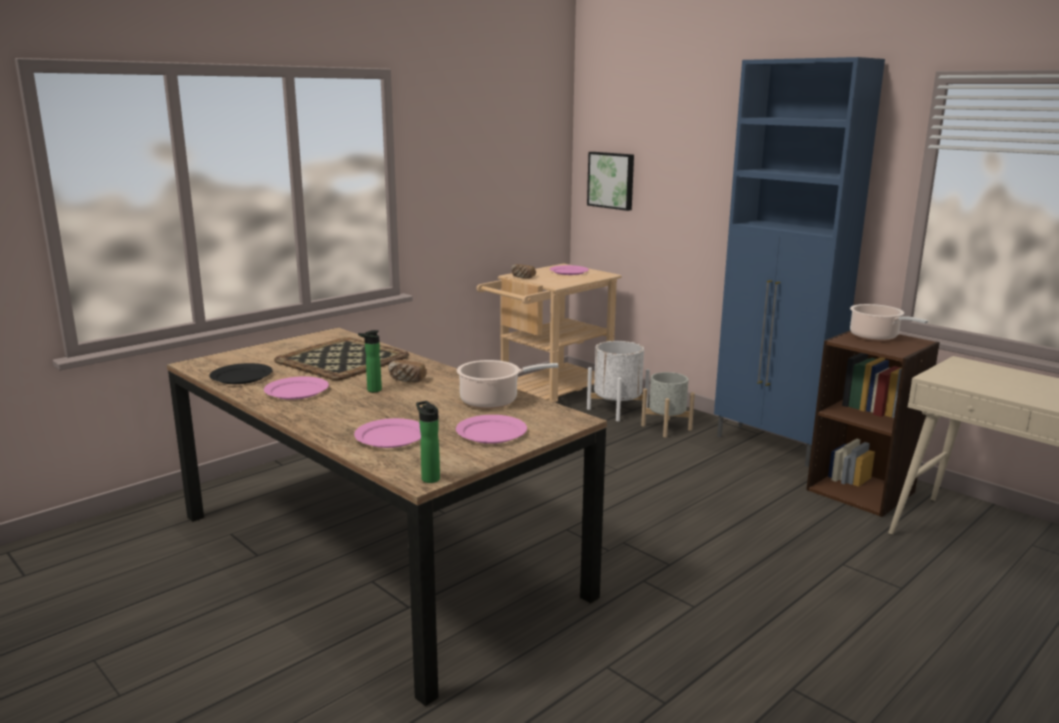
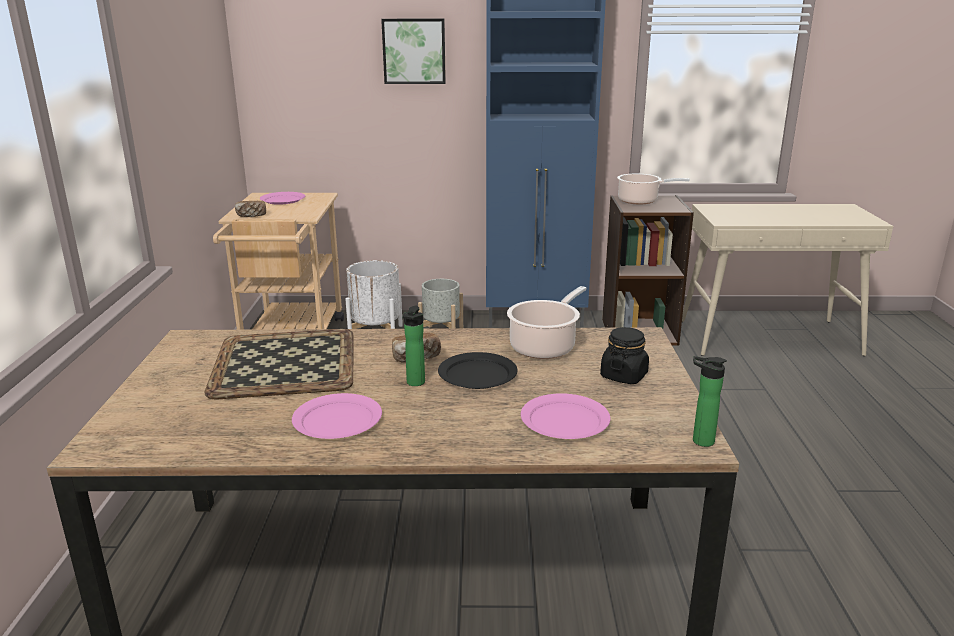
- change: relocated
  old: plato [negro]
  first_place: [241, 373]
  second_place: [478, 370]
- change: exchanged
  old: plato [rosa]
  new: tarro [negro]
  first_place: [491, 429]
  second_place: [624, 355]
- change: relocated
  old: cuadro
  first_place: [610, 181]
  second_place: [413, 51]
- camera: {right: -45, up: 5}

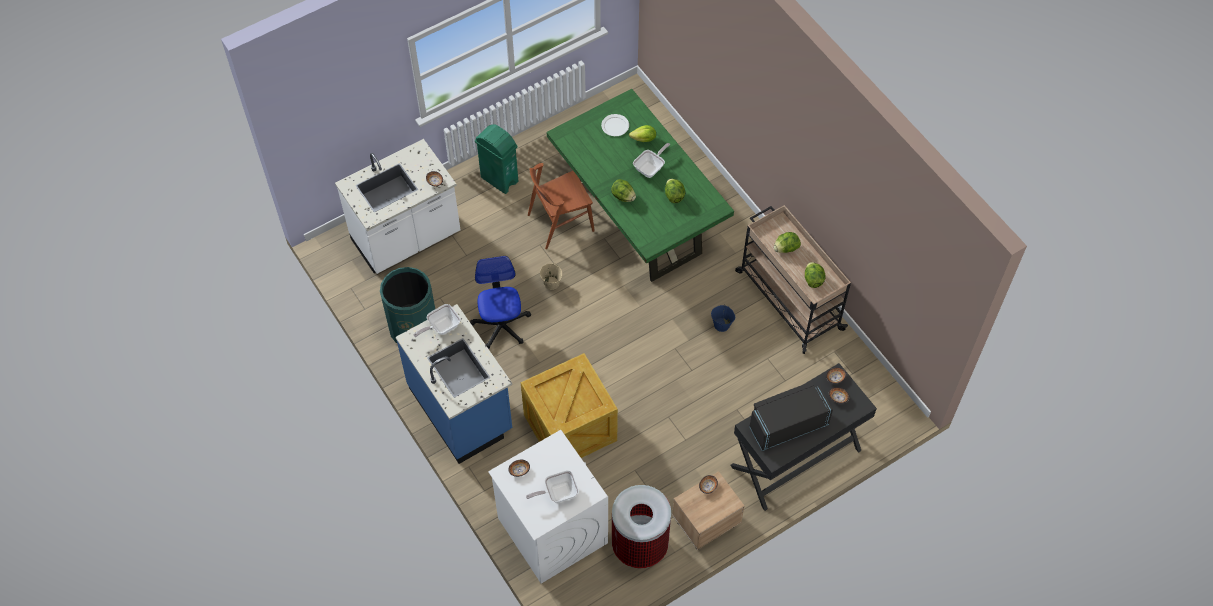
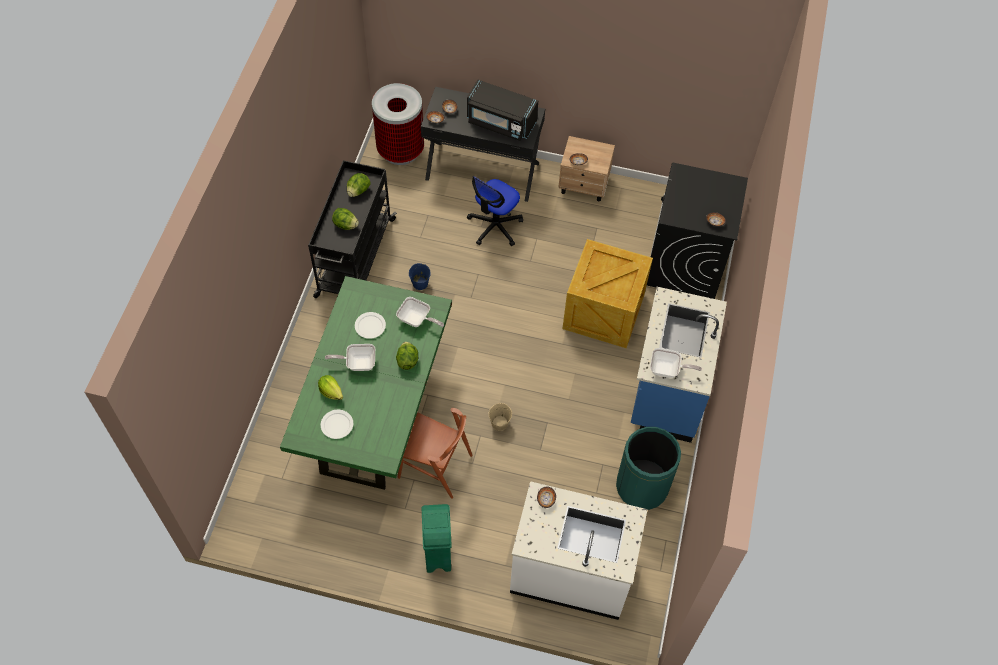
- change: relocated
  old: silla de oficina
  first_place: [500, 302]
  second_place: [495, 211]
- change: colour
  old: lavadora [blanco]
  new: lavadora [negro]
  first_place: [548, 507]
  second_place: [697, 231]
- change: relocated
  old: sartén
  first_place: [552, 486]
  second_place: [420, 312]
- change: relocated
  old: papelera
  first_place: [641, 526]
  second_place: [398, 124]
- change: exchanged
  old: lechuga
  new: plato [blanco]
  first_place: [675, 191]
  second_place: [370, 325]
- change: colour
  old: carrito [beis]
  new: carrito [negro]
  first_place: [793, 279]
  second_place: [352, 229]
- camera: {right: -135, up: 0}

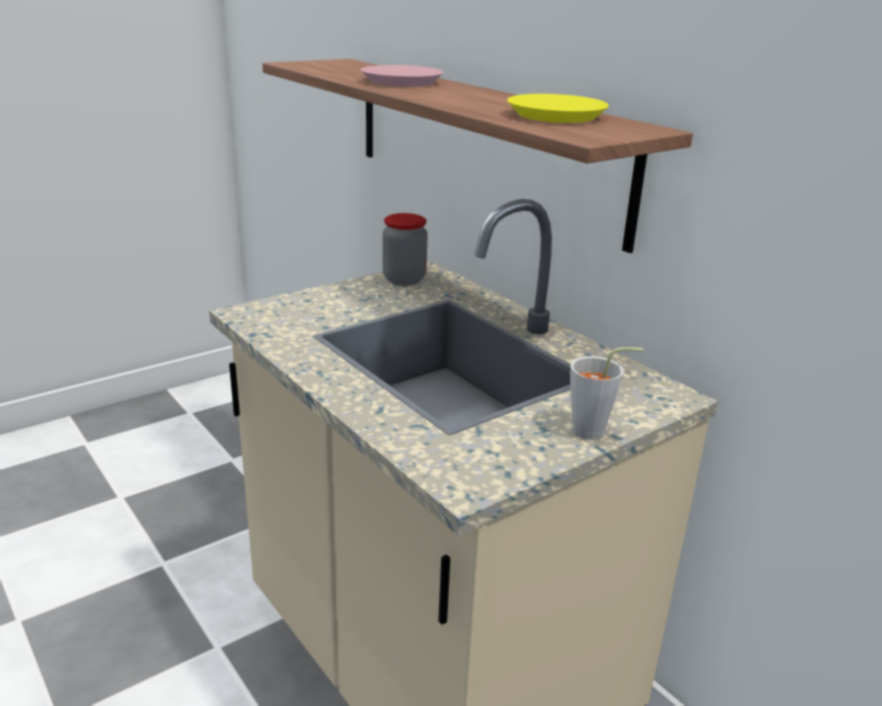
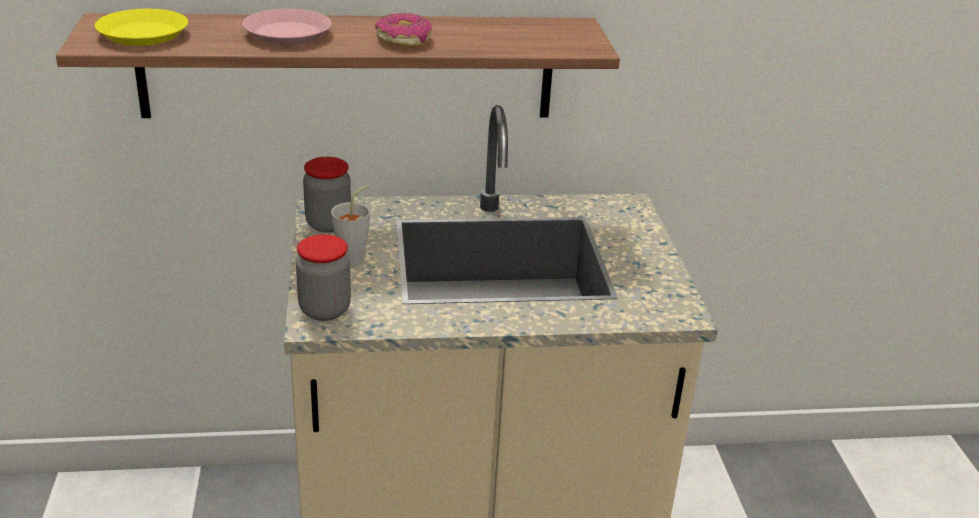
- change: relocated
  old: plato [amarillo]
  first_place: [558, 108]
  second_place: [141, 27]
- change: relocated
  old: taza [gris]
  first_place: [607, 393]
  second_place: [351, 224]
- change: appeared
  new: tarro
  second_place: [323, 277]
- change: appeared
  new: rosquilla
  second_place: [403, 30]
- camera: {right: -60, up: 5}

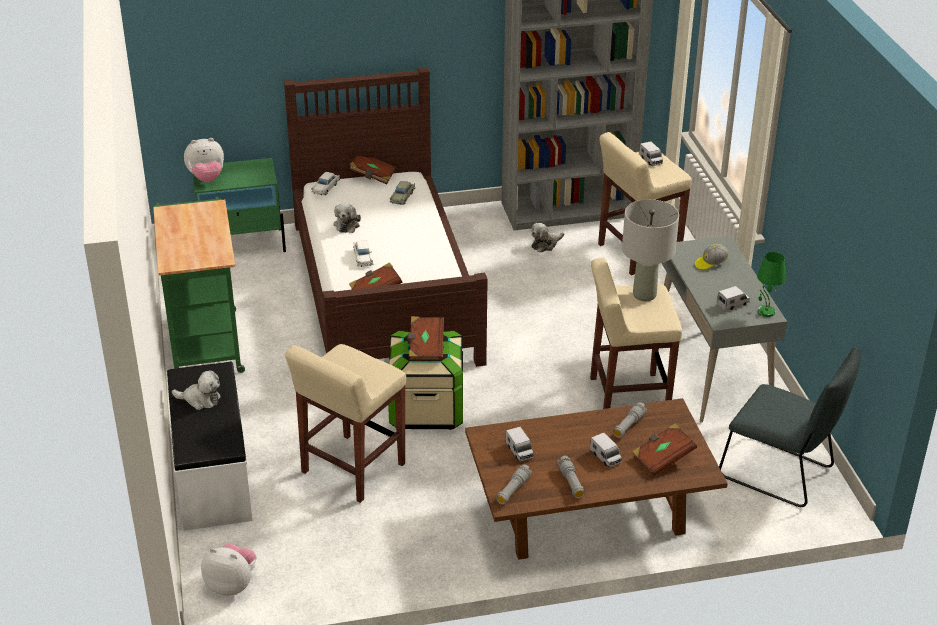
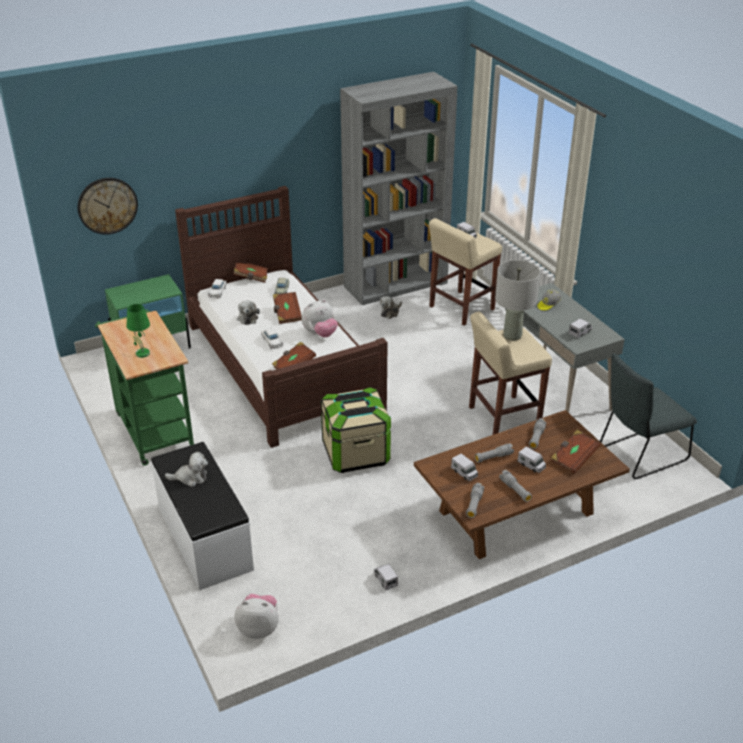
- change: relocated
  old: peluche
  first_place: [204, 160]
  second_place: [319, 318]
- change: missing
  old: taburete [beis]
  first_place: [346, 423]
- change: relocated
  old: libro [marrón]
  first_place: [425, 338]
  second_place: [287, 308]
- change: spun
  old: silla [gris]
  first_place: [790, 427]
  second_place: [648, 416]
  degrees: 135
- change: relocated
  old: lámpara de mesa [verde]
  first_place: [771, 284]
  second_place: [138, 331]
- change: appeared
  new: reloj de pared
  second_place: [107, 206]
- change: appeared
  new: camión de juguete
  second_place: [386, 577]
- change: appeared
  new: linterna [gris]
  second_place: [494, 453]
- camera: {right: -15, up: 0}

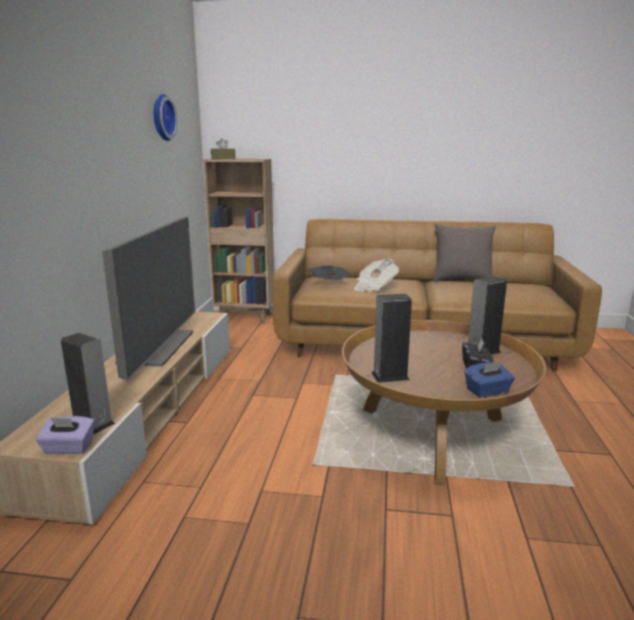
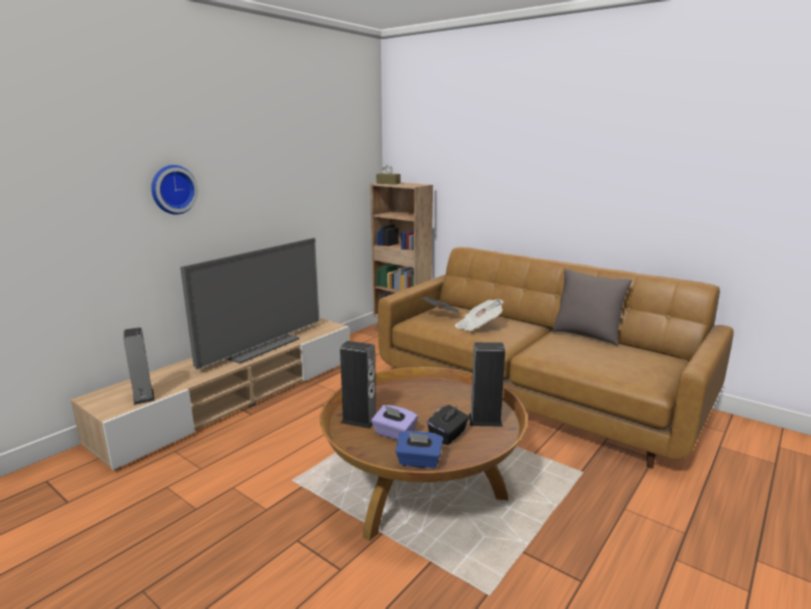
- change: relocated
  old: caja de pañuelos [morado]
  first_place: [65, 435]
  second_place: [394, 423]
- change: relocated
  old: reloj de pared
  first_place: [166, 117]
  second_place: [174, 190]
- camera: {right: 30, up: 0}

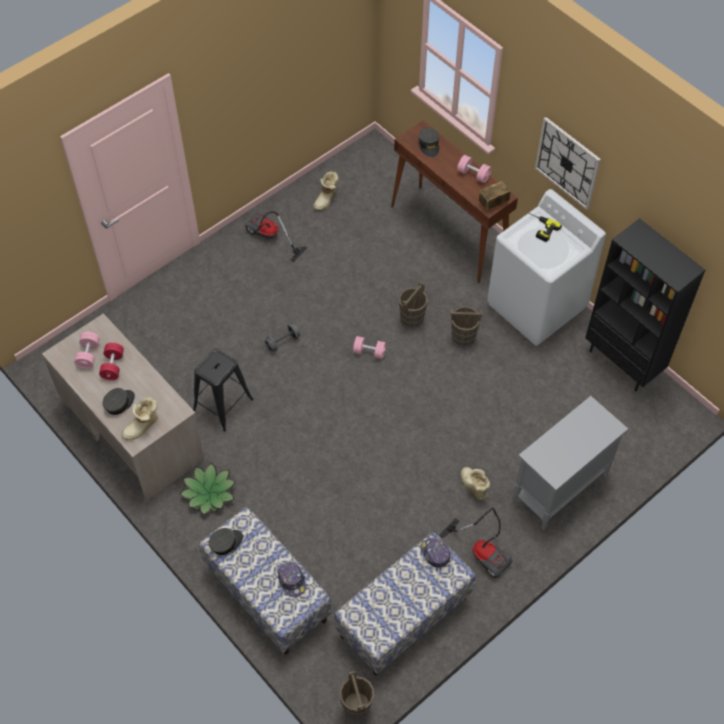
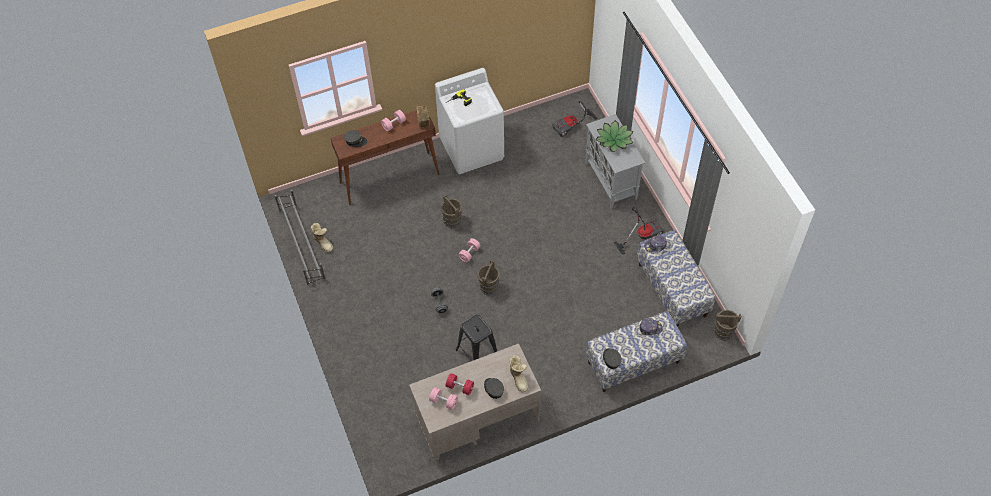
- change: relocated
  old: planta en maceta
  first_place: [208, 489]
  second_place: [614, 136]
- change: relocated
  old: aspiradora
  first_place: [276, 236]
  second_place: [575, 119]
- change: relocated
  old: cubo [marrón]
  first_place: [466, 327]
  second_place: [488, 277]
- change: missing
  old: bota
  first_place: [475, 483]
- change: missing
  old: reloj de pared
  first_place: [568, 163]
- change: missing
  old: estantería [negro]
  first_place: [645, 304]
- change: appeared
  new: zapatero [gris]
  second_place: [300, 238]
- camera: {right: -70, up: 0}

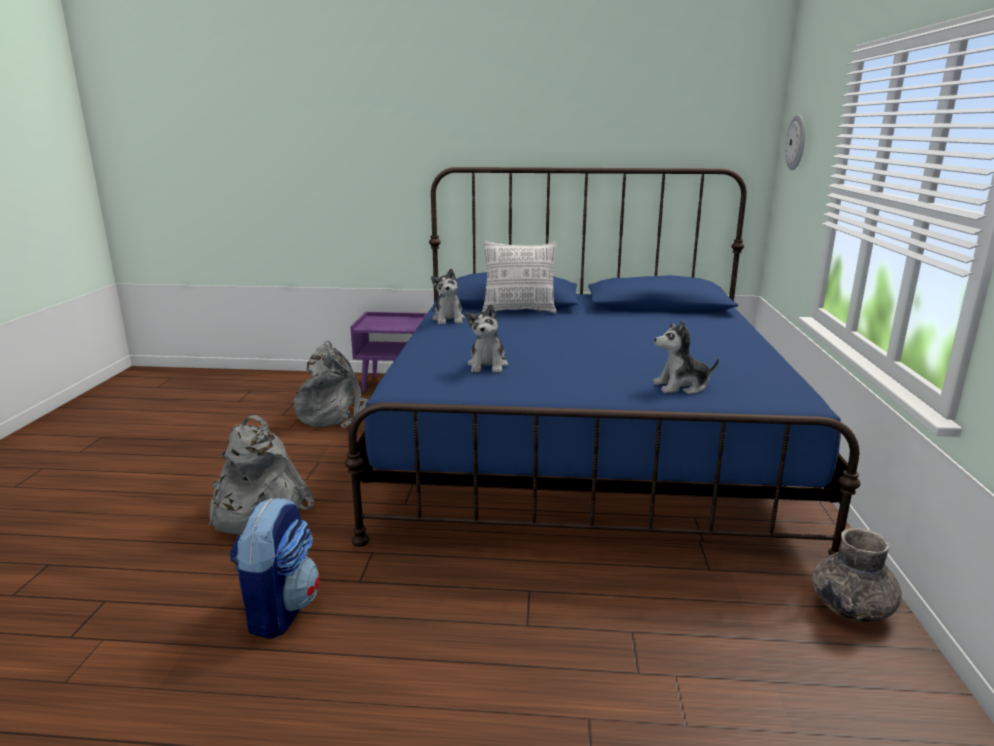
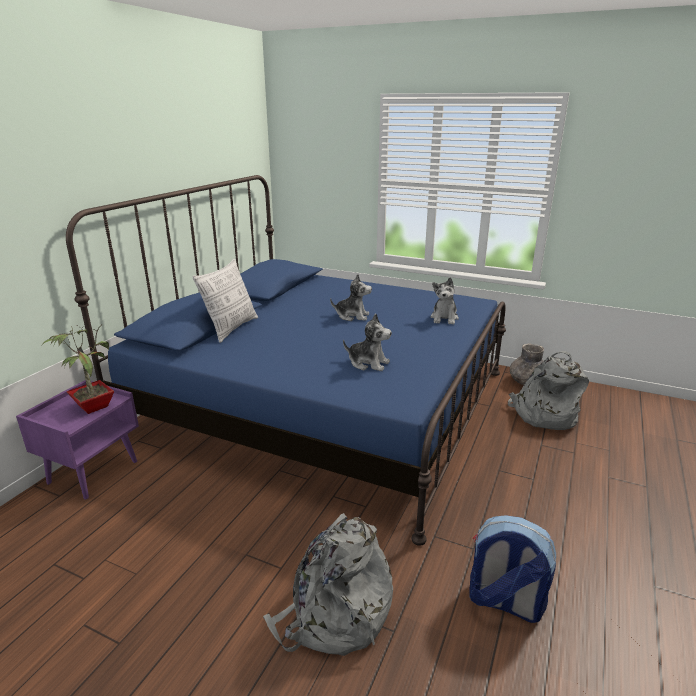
- change: relocated
  old: mochila [gris]
  first_place: [331, 385]
  second_place: [548, 390]
- change: relocated
  old: peluche
  first_place: [448, 297]
  second_place: [351, 297]
- change: missing
  old: reloj de pared
  first_place: [795, 142]
- change: appeared
  new: planta en maceta
  second_place: [78, 369]
- camera: {right: -70, up: 5}

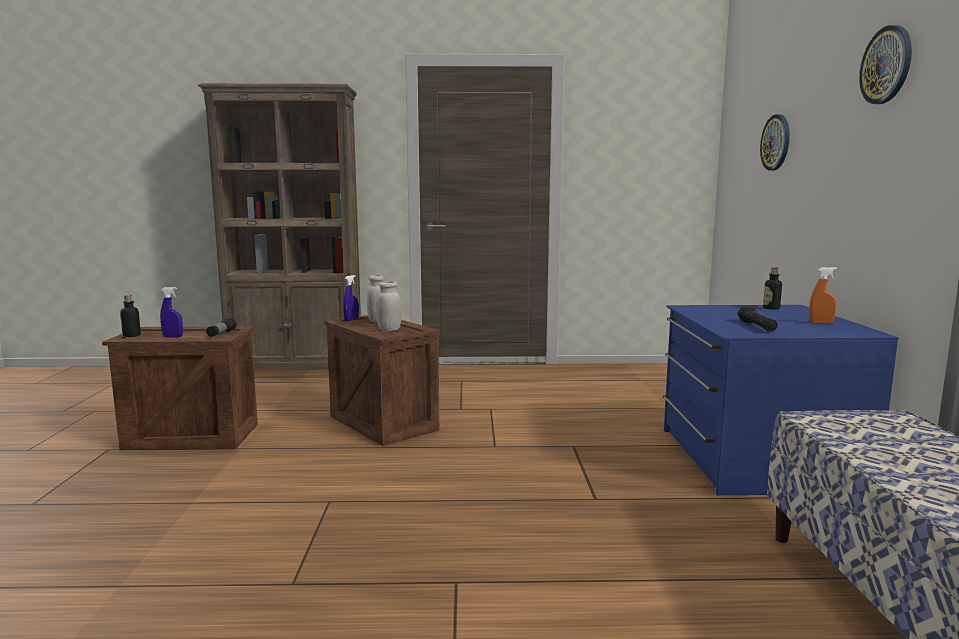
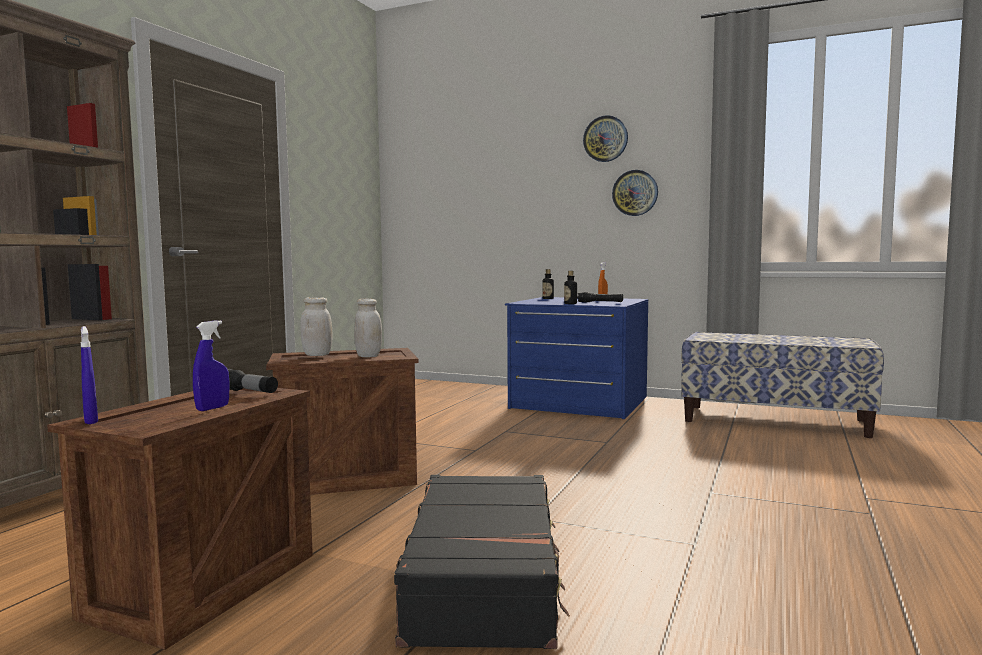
- change: relocated
  old: botella
  first_place: [130, 316]
  second_place: [570, 287]
- change: relocated
  old: pulverizador [azul]
  first_place: [351, 298]
  second_place: [89, 375]
- change: relocated
  old: reloj de pared
  first_place: [775, 142]
  second_place: [635, 193]
- change: appeared
  new: maleta [negro]
  second_place: [482, 562]
- camera: {right: -65, up: -5}

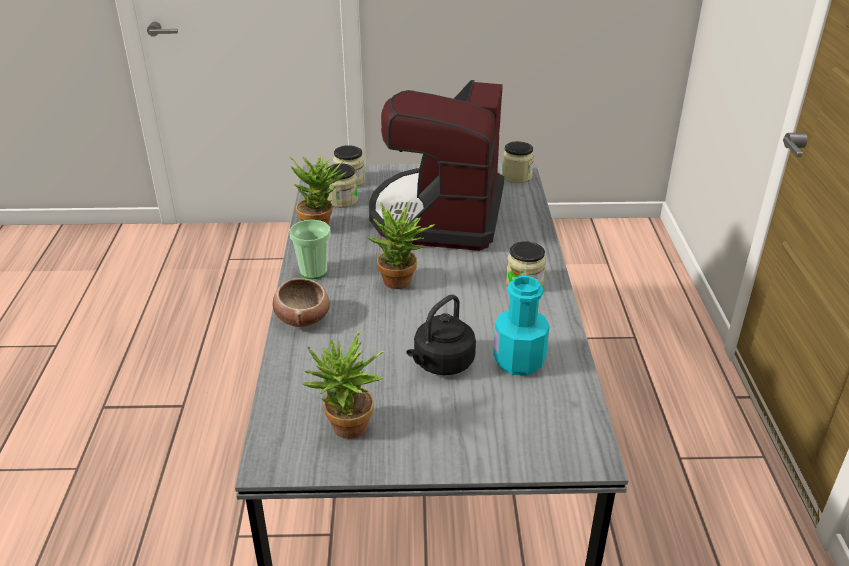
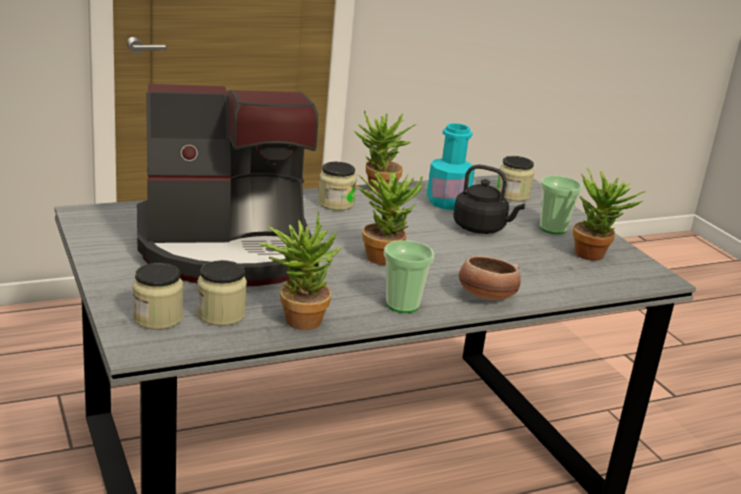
- change: relocated
  old: tarro
  first_place: [518, 162]
  second_place: [515, 178]
- change: appeared
  new: planta en maceta
  second_place: [385, 152]
- change: appeared
  new: taza
  second_place: [561, 205]
- camera: {right: -115, up: -10}

